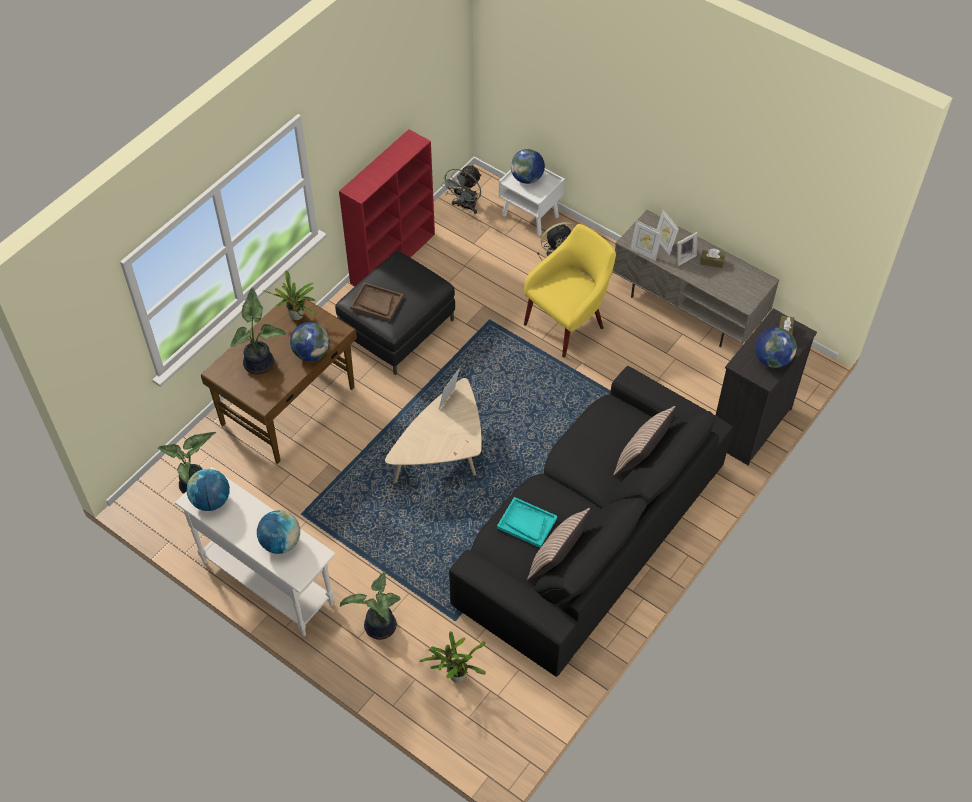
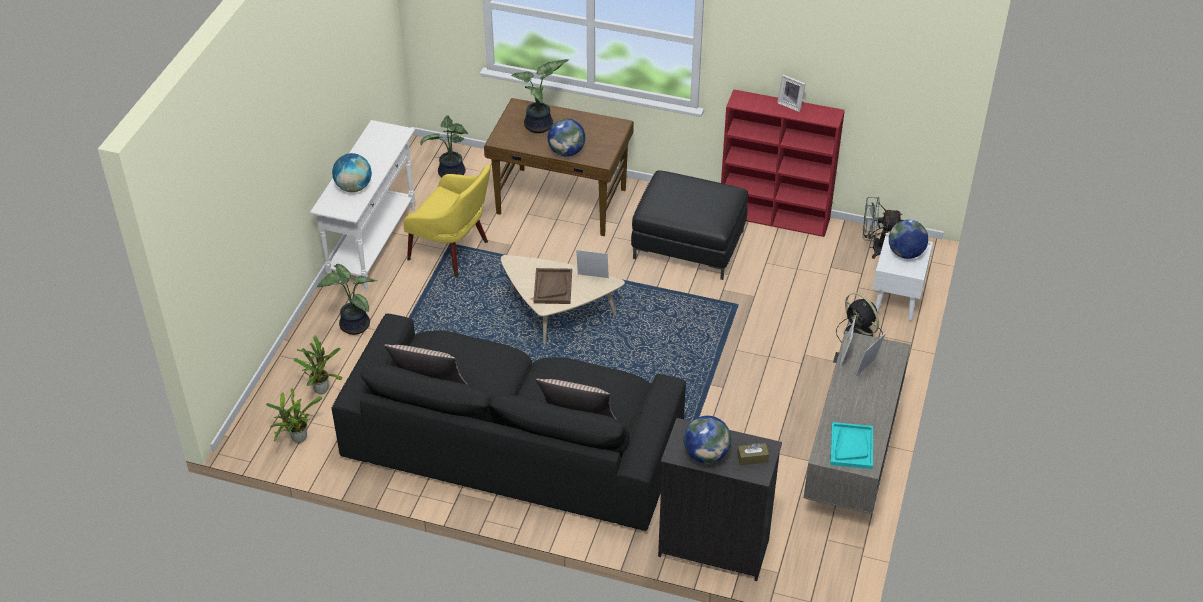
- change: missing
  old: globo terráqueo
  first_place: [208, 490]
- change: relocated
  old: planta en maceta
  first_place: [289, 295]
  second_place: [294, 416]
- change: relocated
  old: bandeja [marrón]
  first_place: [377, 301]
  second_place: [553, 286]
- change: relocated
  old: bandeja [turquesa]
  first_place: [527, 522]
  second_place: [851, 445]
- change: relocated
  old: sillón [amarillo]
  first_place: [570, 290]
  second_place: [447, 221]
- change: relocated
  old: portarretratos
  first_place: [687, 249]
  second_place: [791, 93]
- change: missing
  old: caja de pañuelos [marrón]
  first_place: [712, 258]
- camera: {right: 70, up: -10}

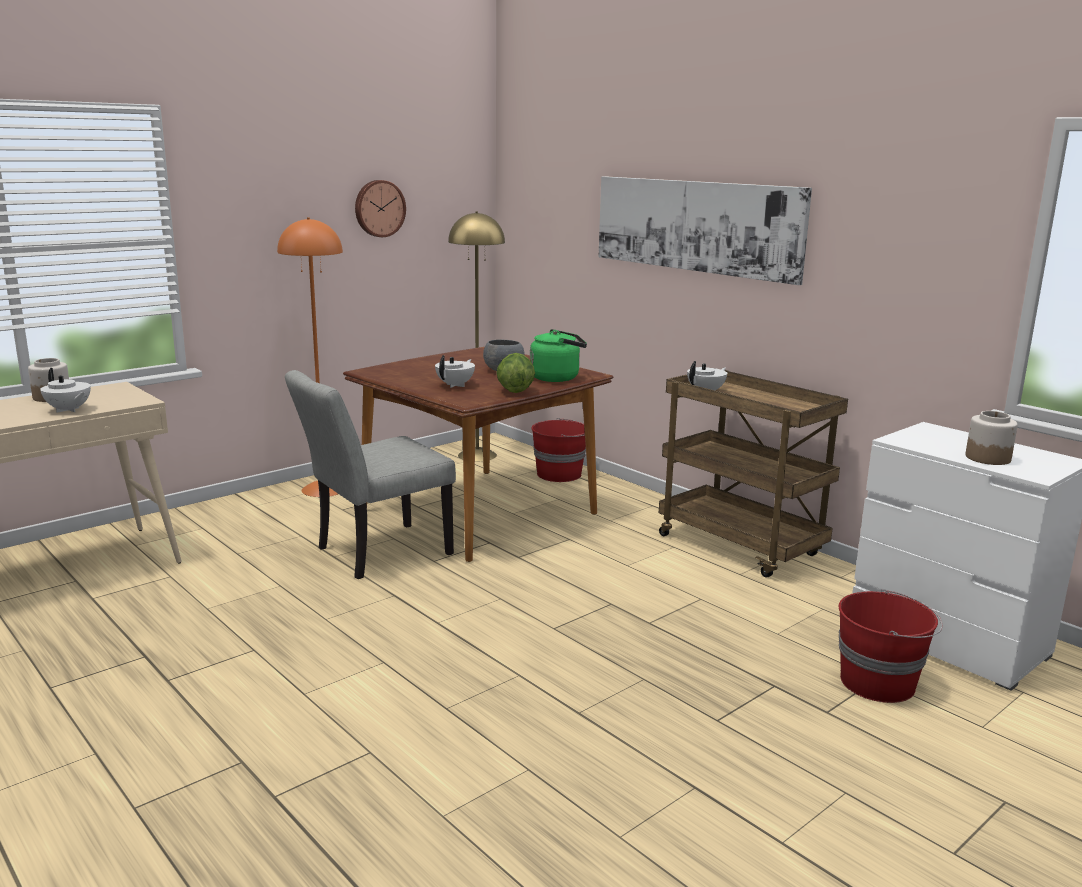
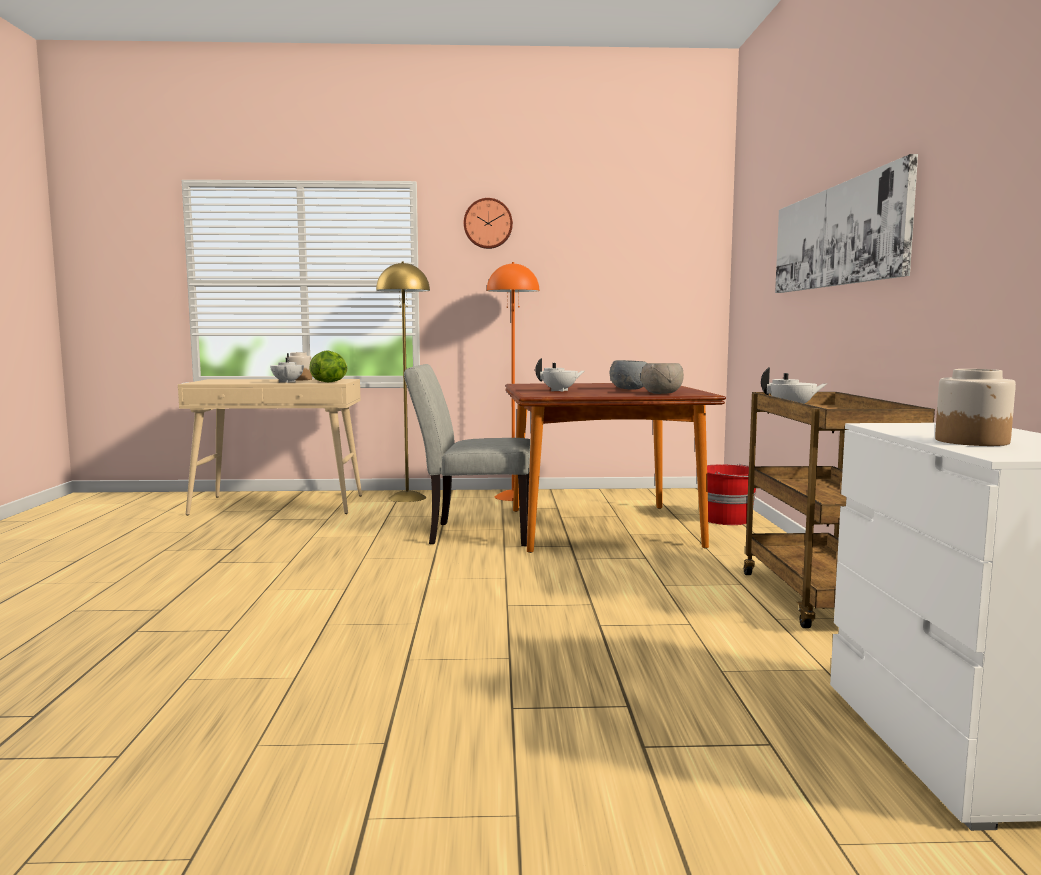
- change: relocated
  old: reloj de pared
  first_place: [380, 208]
  second_place: [488, 223]
- change: relocated
  old: lámpara de pie [amarillo]
  first_place: [476, 336]
  second_place: [403, 382]
- change: relocated
  old: lechuga
  first_place: [515, 373]
  second_place: [328, 366]
- change: exchanged
  old: hervidor [verde]
  new: cuenco [gris]
  first_place: [558, 355]
  second_place: [662, 378]
- change: missing
  old: cubo [rojo]
  first_place: [891, 646]
- camera: {right: 40, up: -10}

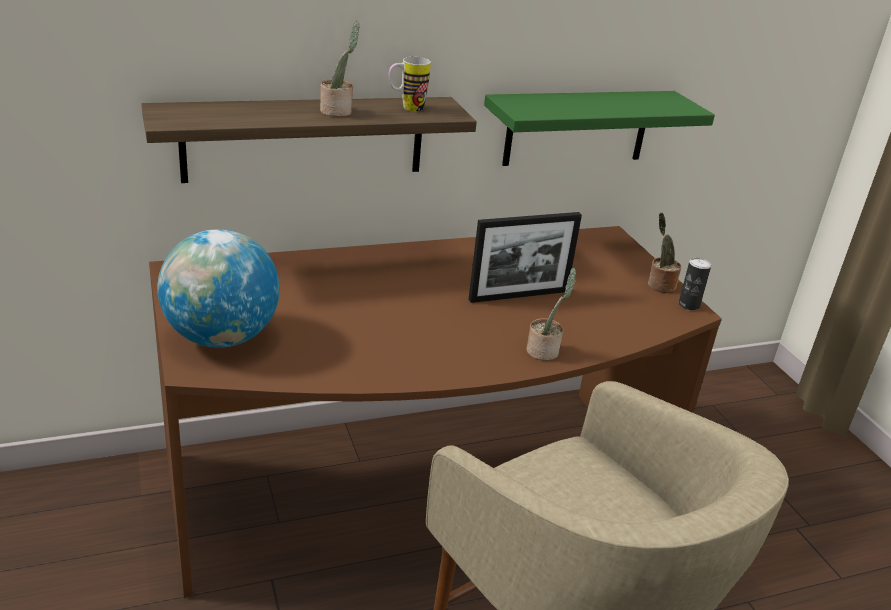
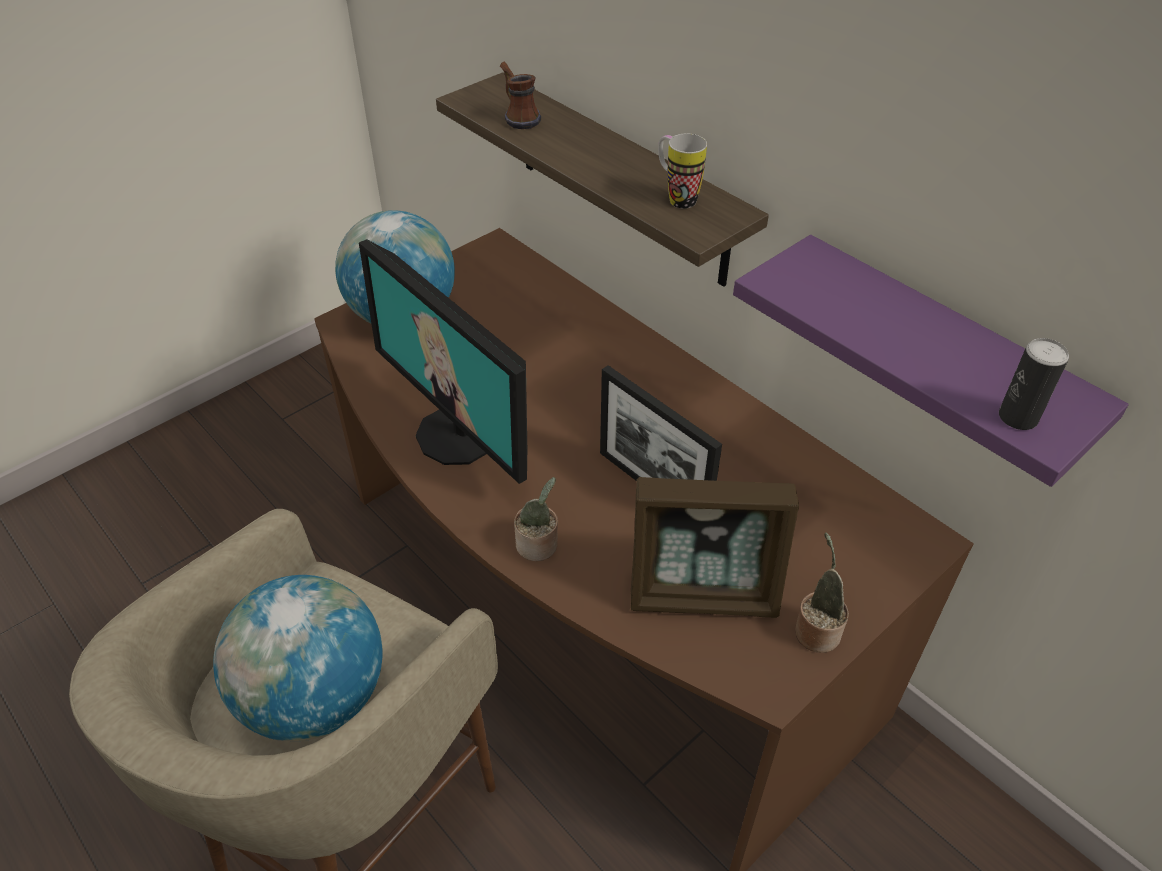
- change: missing
  old: planta en maceta
  first_place: [339, 69]
- change: colour
  old: estante [verde]
  new: estante [morado]
  first_place: [599, 128]
  second_place: [931, 361]
- change: relocated
  old: lata
  first_place: [695, 284]
  second_place: [1034, 384]
- change: appeared
  new: globo terráqueo
  second_place: [298, 658]
- change: appeared
  new: monitor
  second_place: [443, 361]
- change: appeared
  new: taza grande
  second_place: [520, 95]
- change: appeared
  new: portarretratos
  second_place: [715, 547]
- camera: {right: 70, up: 15}

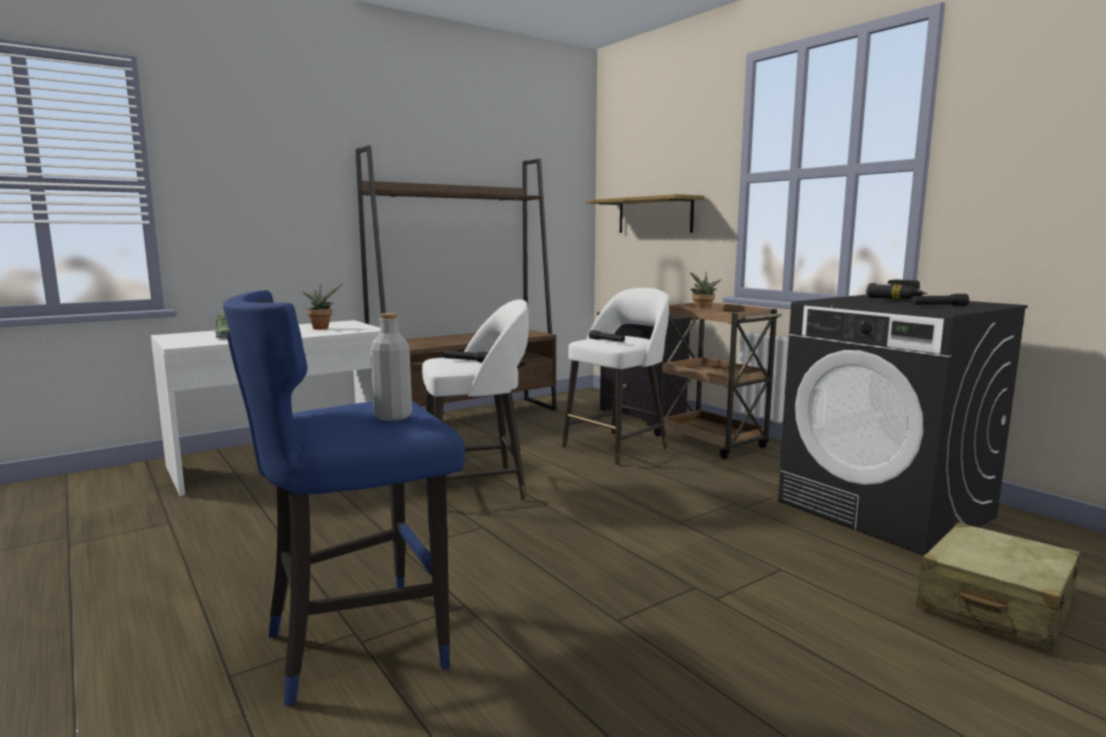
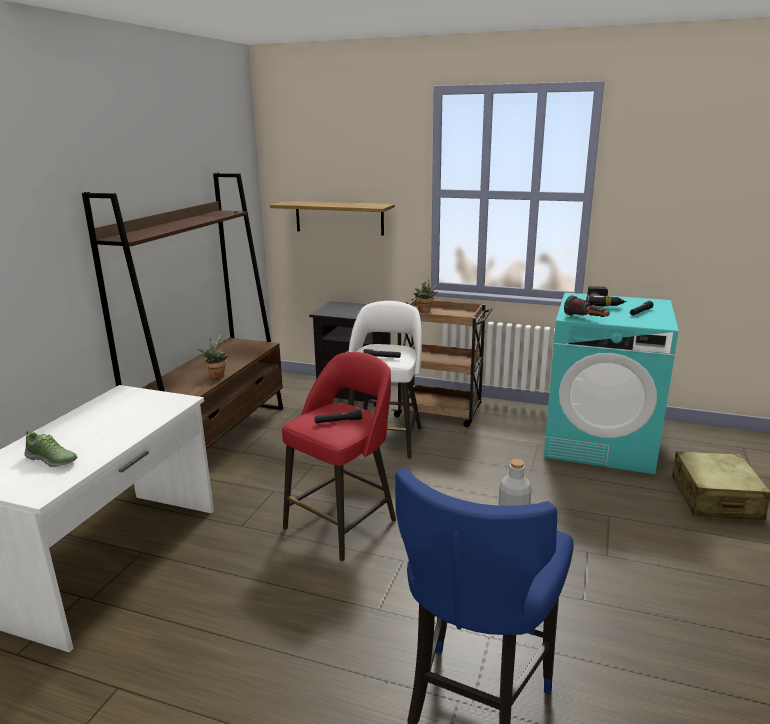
- change: relocated
  old: planta en maceta
  first_place: [322, 306]
  second_place: [213, 356]
- change: colour
  old: taburete [blanco]
  new: taburete [rojo]
  first_place: [475, 400]
  second_place: [339, 456]
- change: colour
  old: lavadora [negro]
  new: lavadora [turquesa]
  first_place: [903, 425]
  second_place: [611, 383]
- change: appeared
  new: linterna
  second_place: [587, 306]
- camera: {right: -35, up: 10}

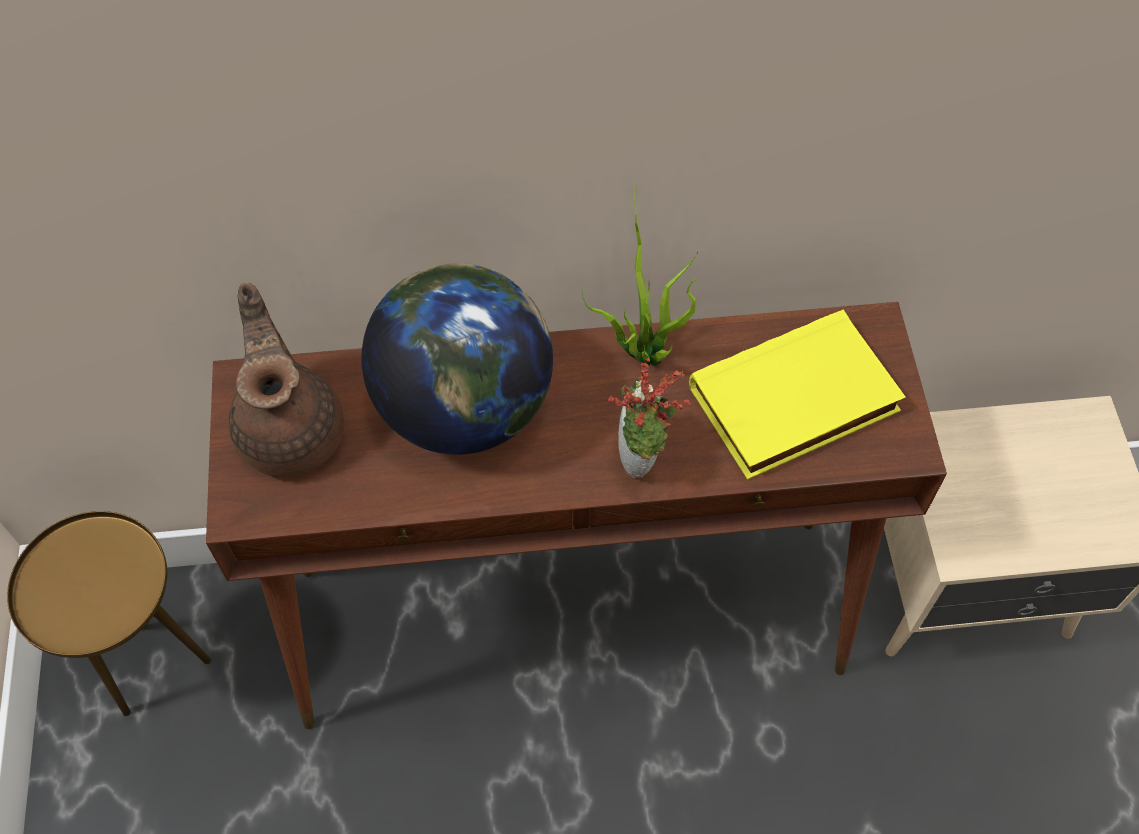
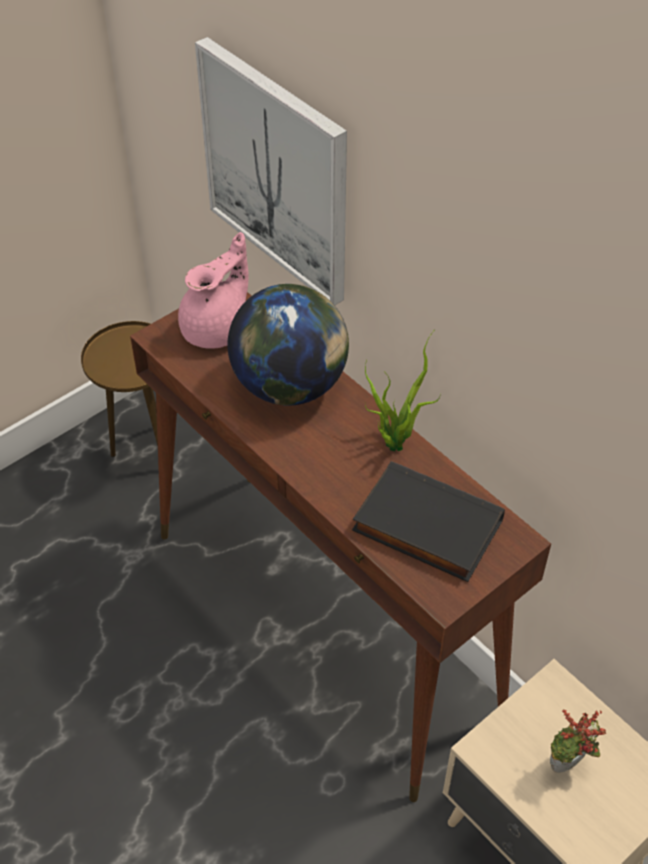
- change: colour
  old: tetera [marrón]
  new: tetera [rosa]
  first_place: [286, 380]
  second_place: [213, 290]
- change: relocated
  old: planta en maceta
  first_place: [649, 418]
  second_place: [578, 741]
- change: colour
  old: libro [amarillo]
  new: libro [negro]
  first_place: [797, 395]
  second_place: [428, 521]
- change: appeared
  new: cuadro
  second_place: [271, 171]
- camera: {right: 55, up: -10}

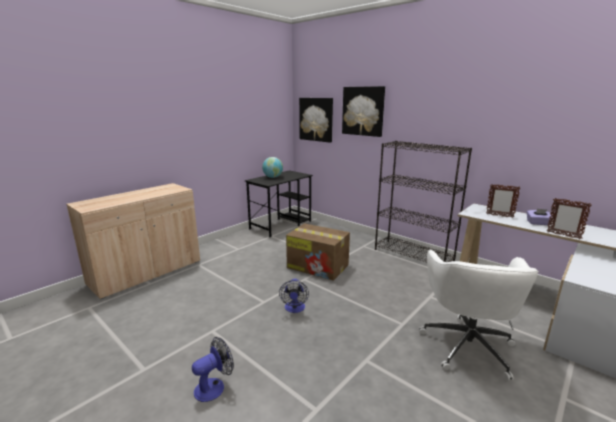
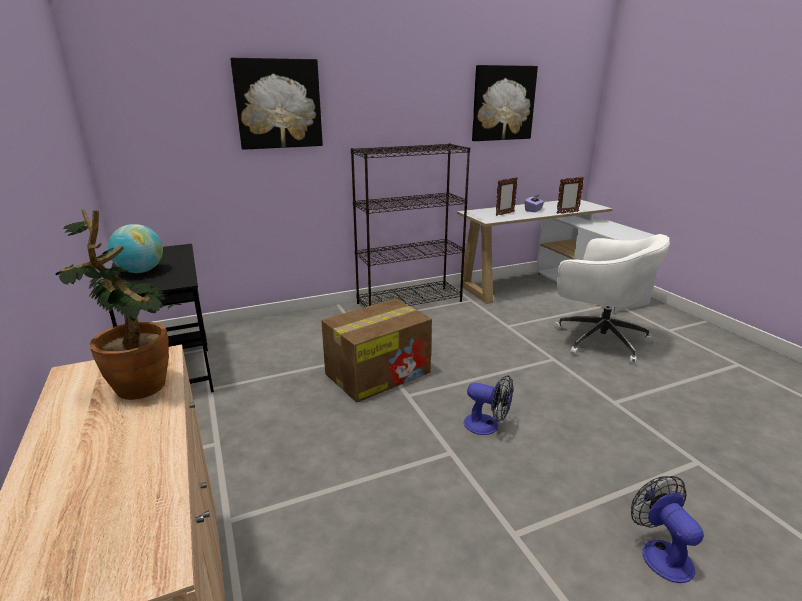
- change: relocated
  old: cuadro
  first_place: [316, 120]
  second_place: [505, 103]
- change: appeared
  new: planta en maceta
  second_place: [118, 304]
- camera: {right: -65, up: 5}

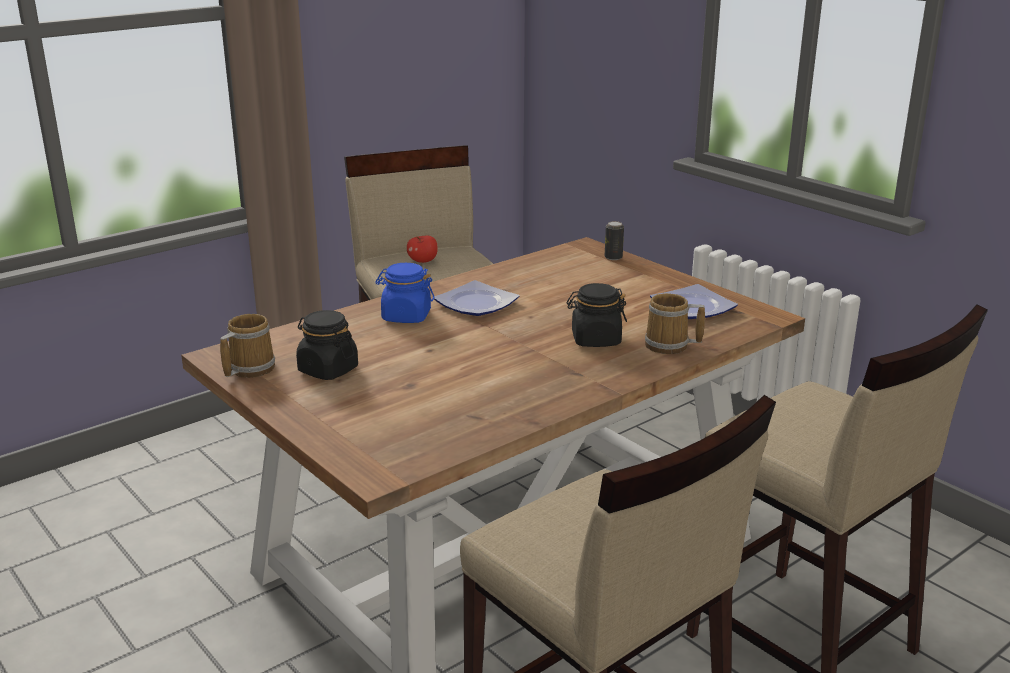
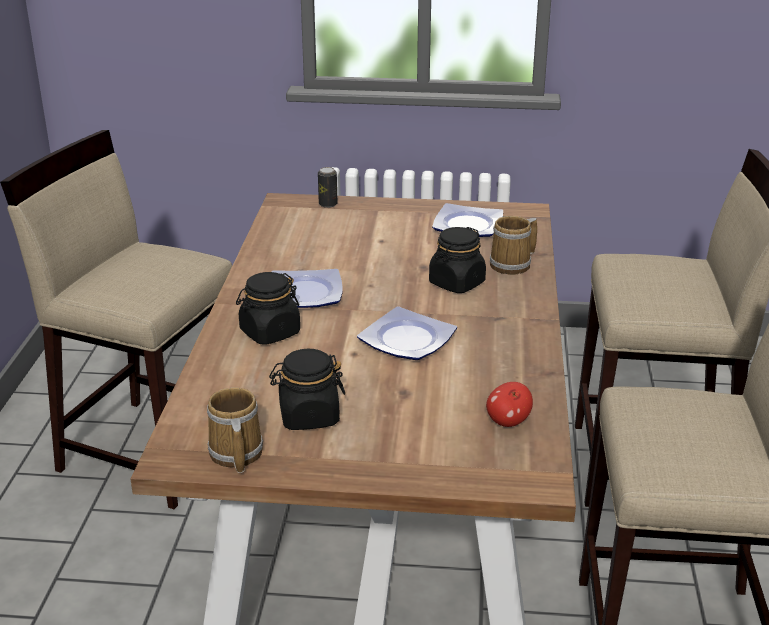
- change: colour
  old: tarro [azul]
  new: tarro [negro]
  first_place: [405, 293]
  second_place: [268, 308]
- change: relocated
  old: manzana
  first_place: [422, 249]
  second_place: [509, 404]
- change: appeared
  new: plato
  second_place: [407, 333]
- camera: {right: -45, up: 5}

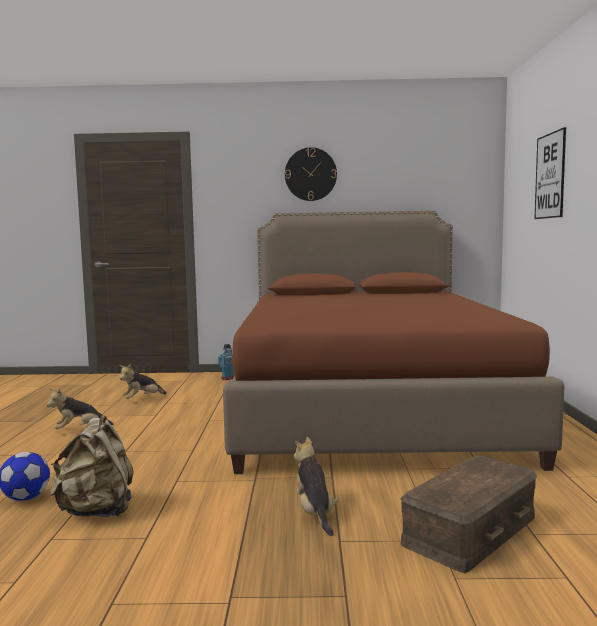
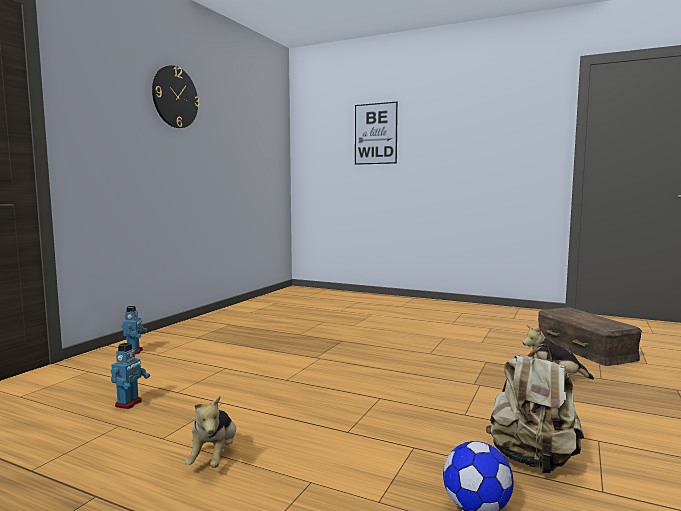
- change: exchanged
  old: peluche
  new: robot de juguete
  first_place: [143, 381]
  second_place: [130, 376]
- change: missing
  old: cama [marrón]
  first_place: [393, 342]
- camera: {right: -65, up: 0}

